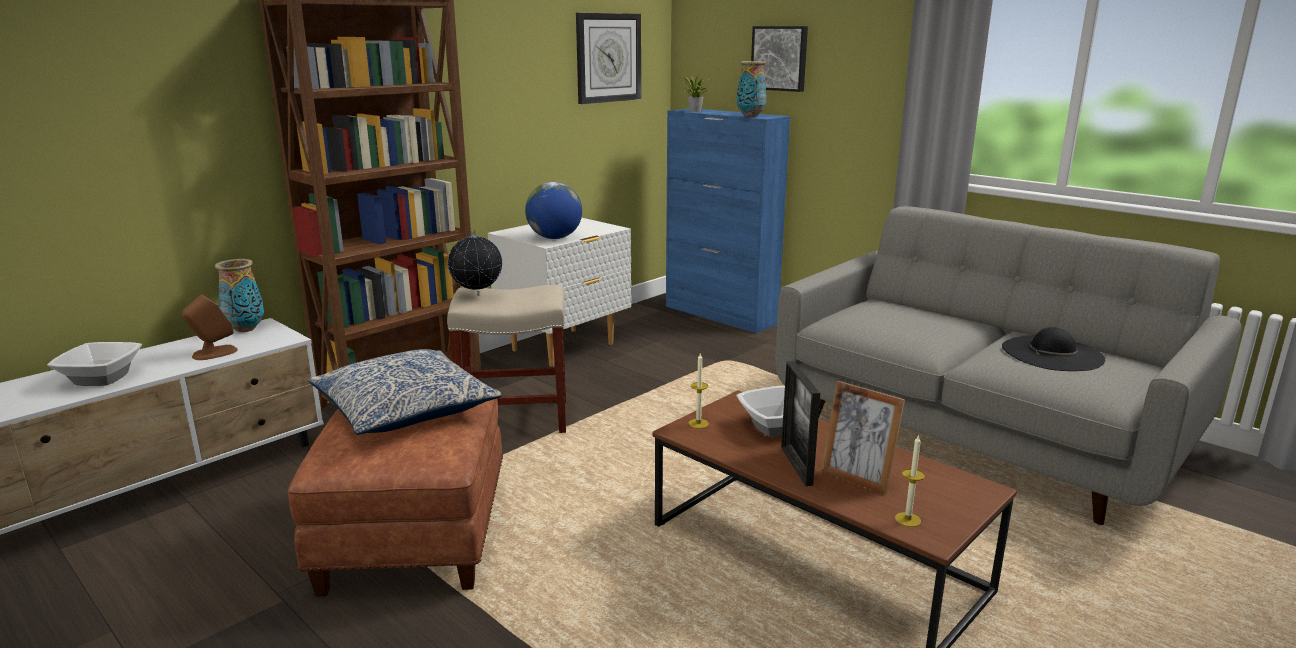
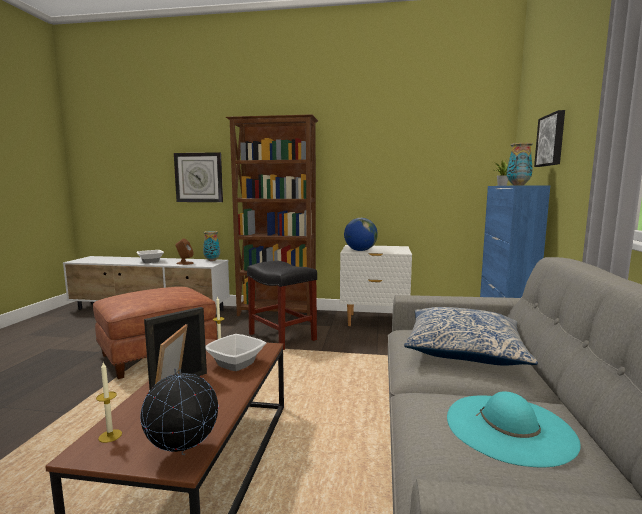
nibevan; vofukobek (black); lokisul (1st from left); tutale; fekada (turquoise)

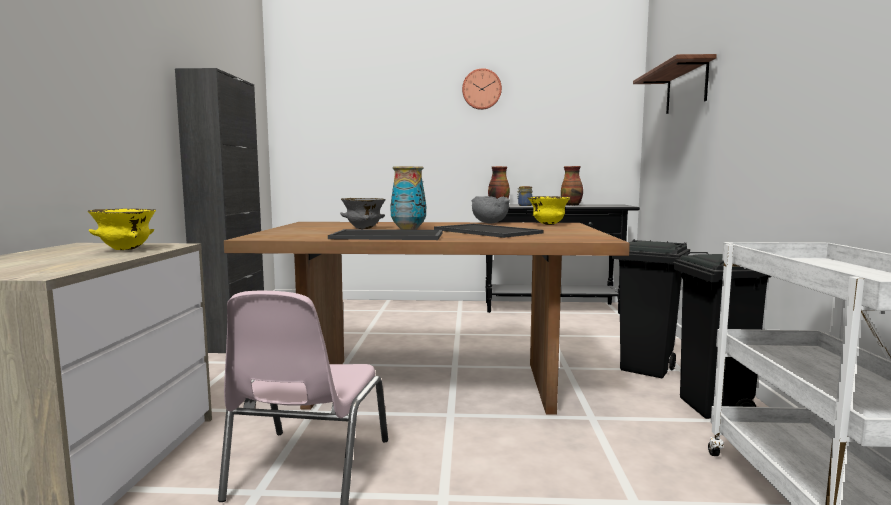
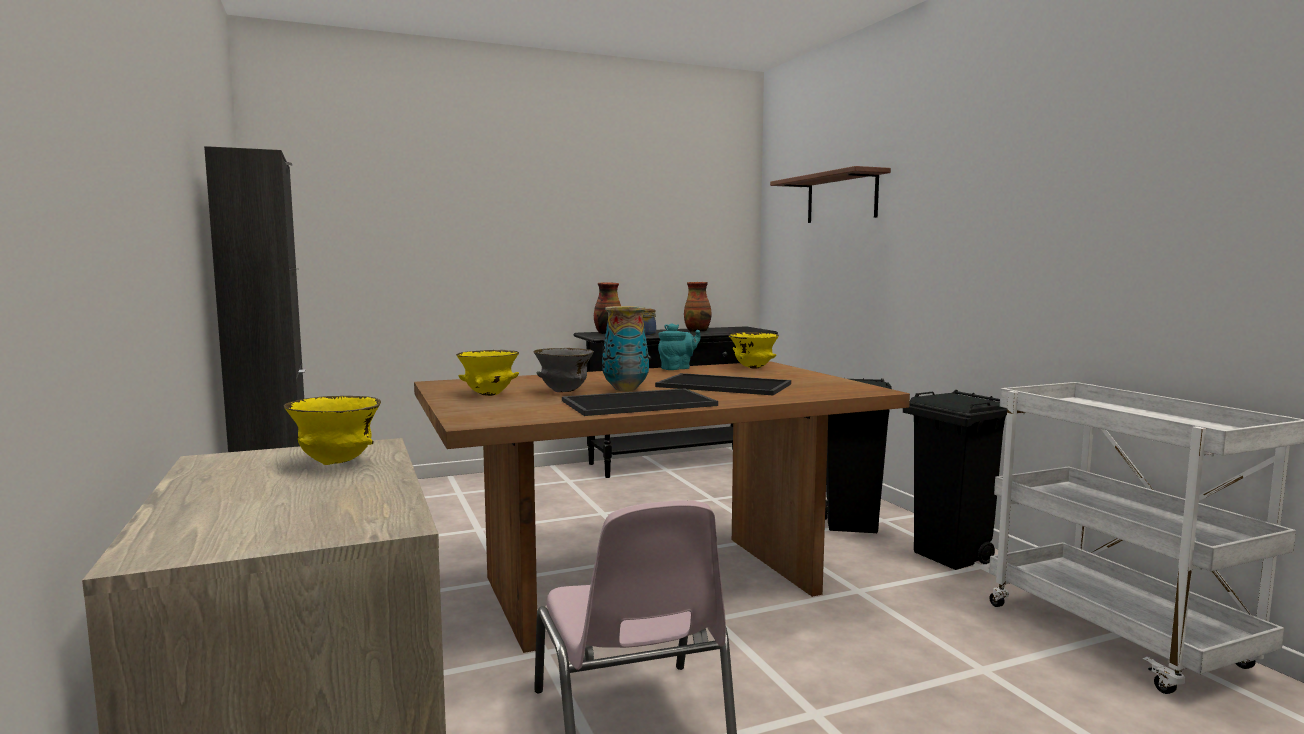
tutale; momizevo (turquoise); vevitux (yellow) (2nd from left)

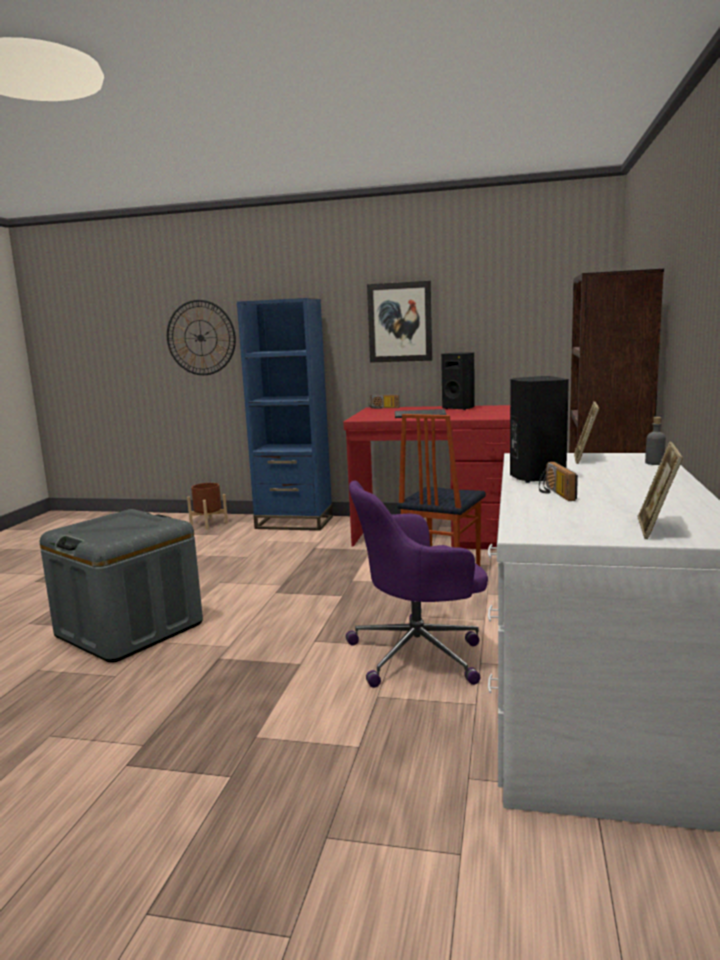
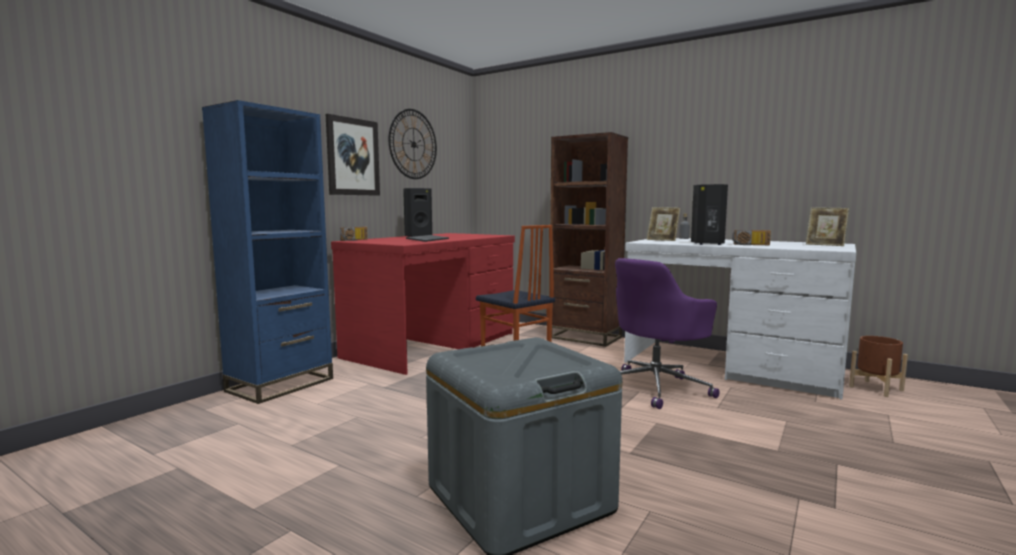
tutale; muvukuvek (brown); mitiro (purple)

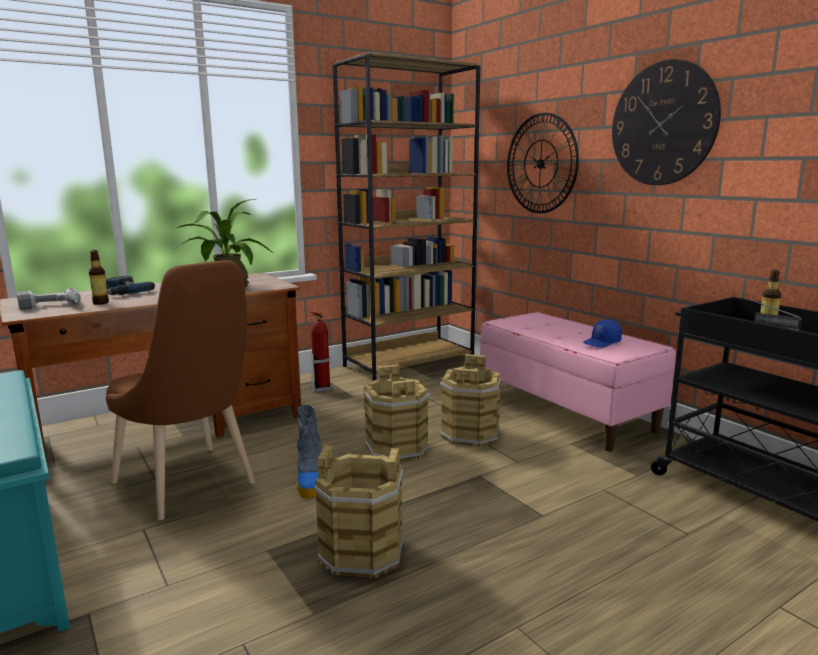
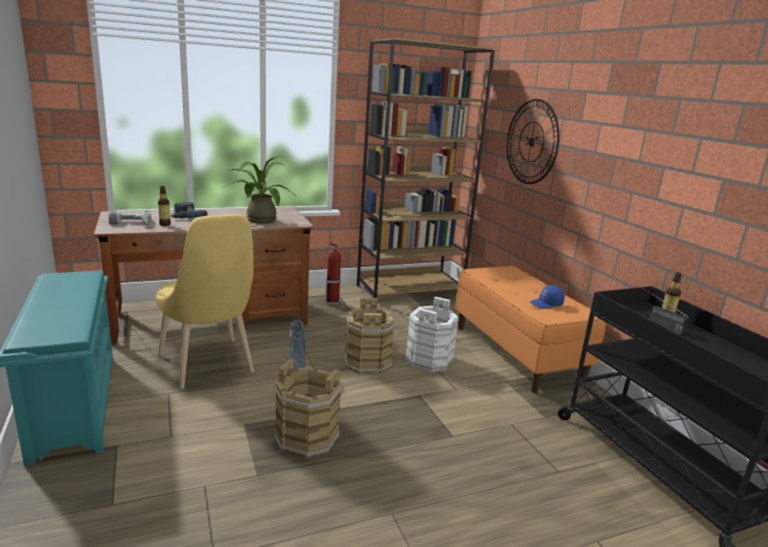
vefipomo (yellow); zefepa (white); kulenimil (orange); tutale (2nd from left in the first image)

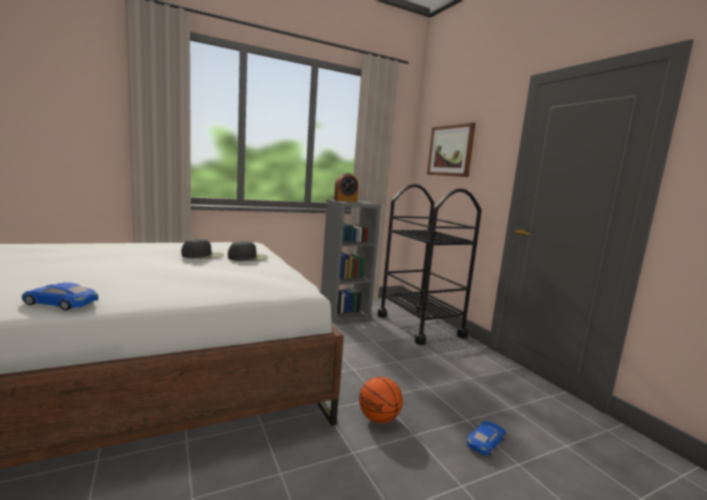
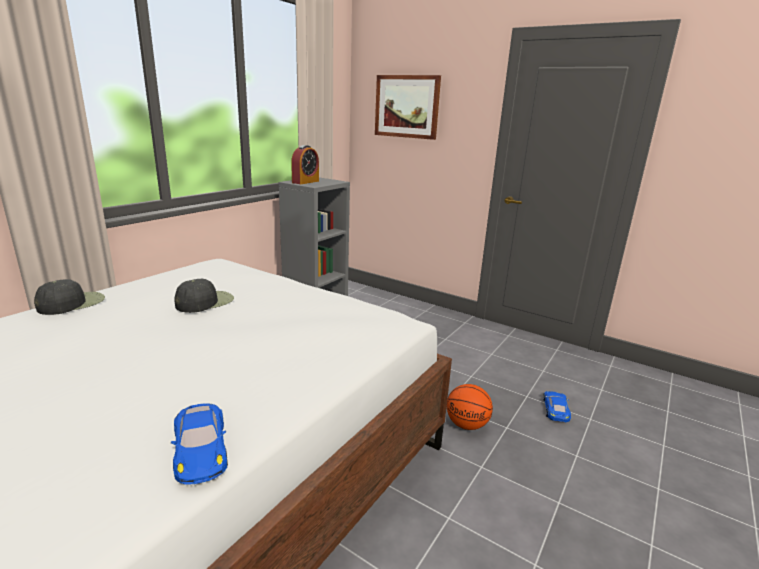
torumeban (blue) (1st from left); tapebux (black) (1st from left); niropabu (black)

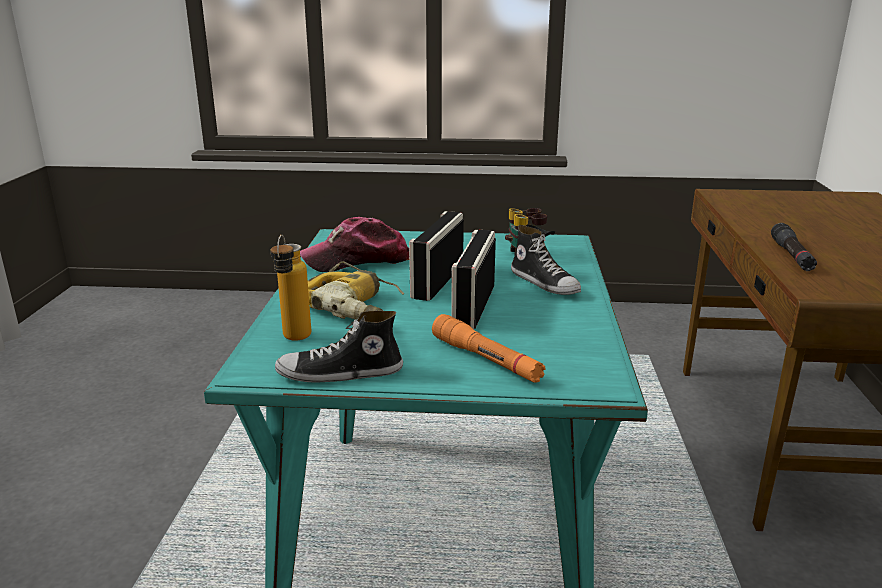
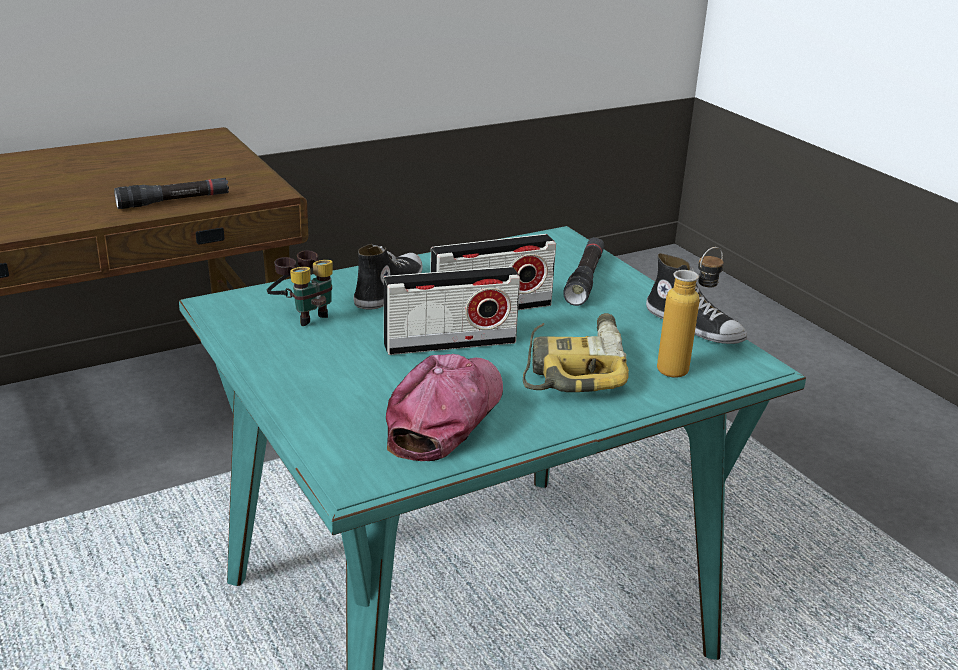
tapebux; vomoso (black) (2nd from left)

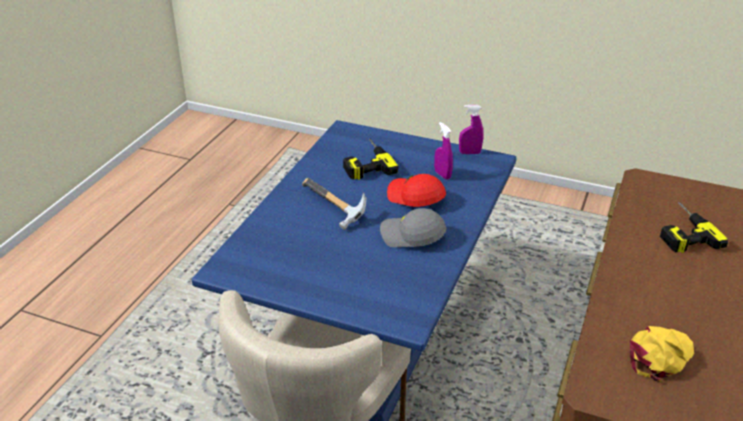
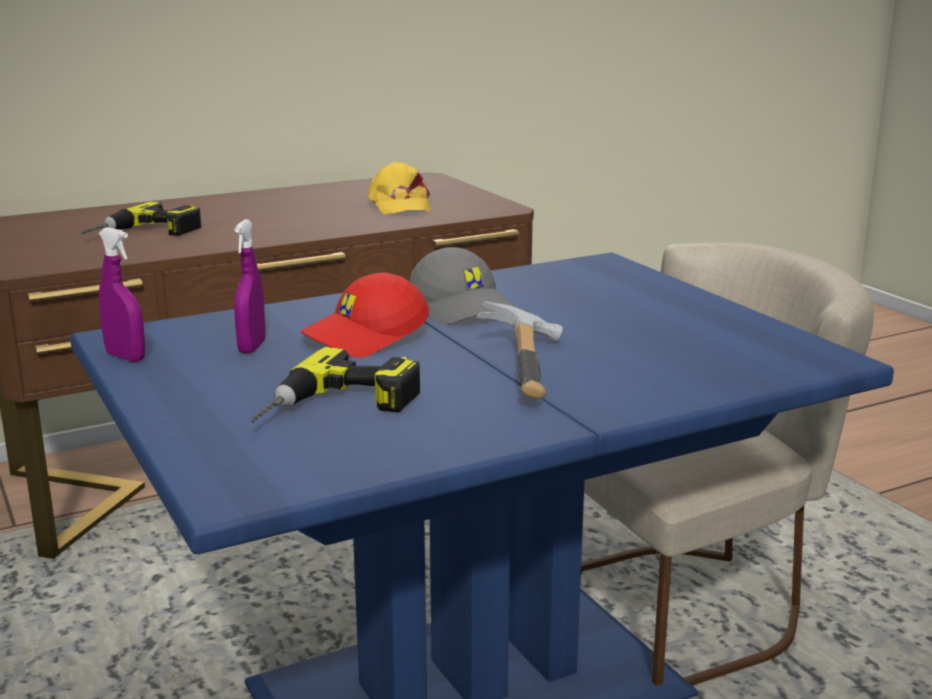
tapebux (red); tapebux (yellow)

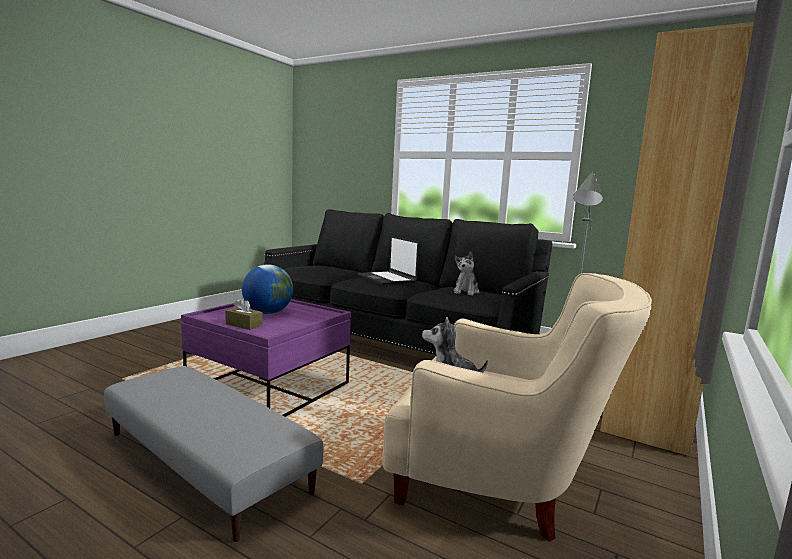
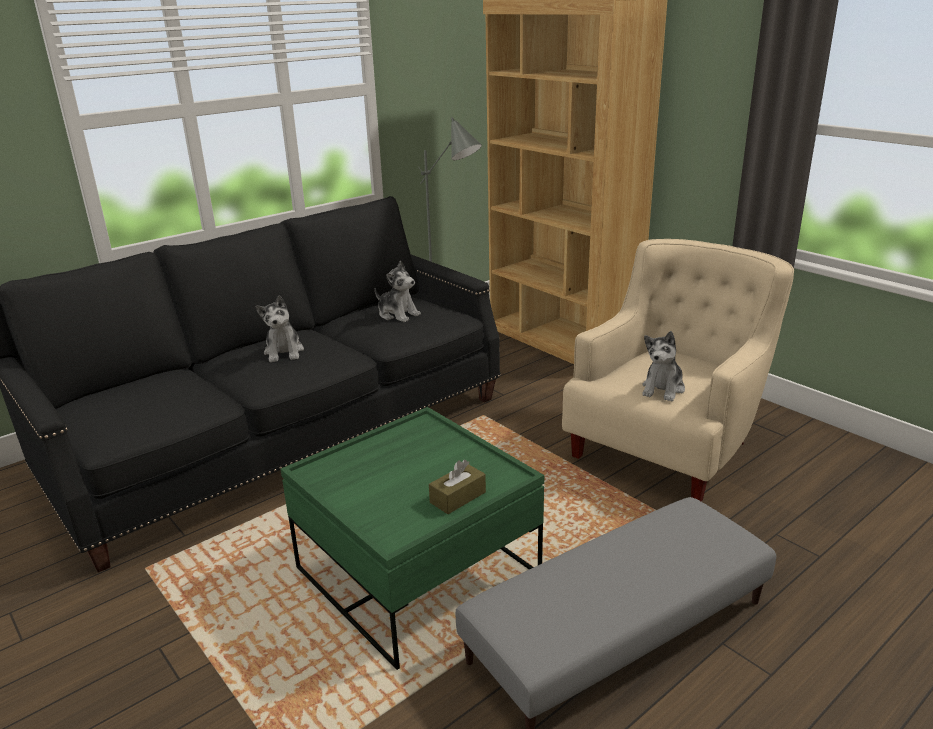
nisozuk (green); lokisul; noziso (1st from left)

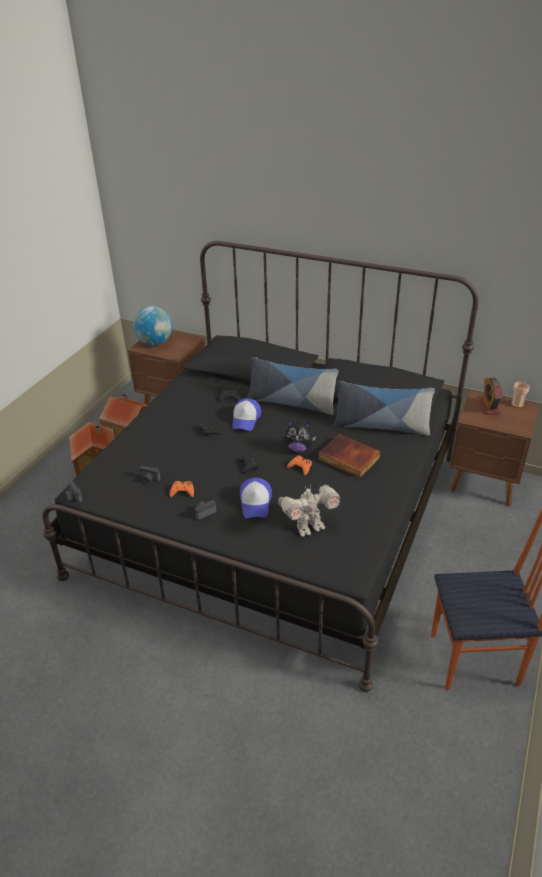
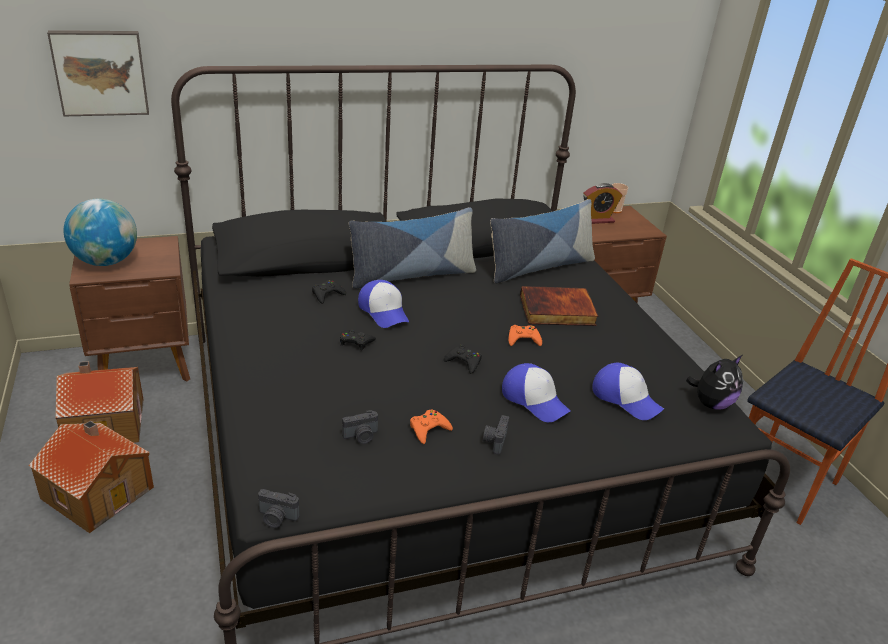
tapebux (3rd from left); noziso; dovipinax; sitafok

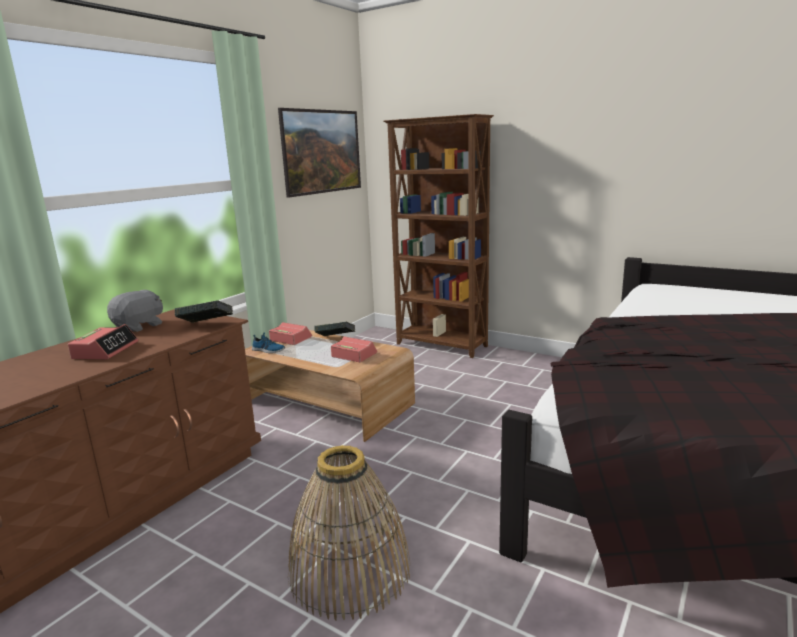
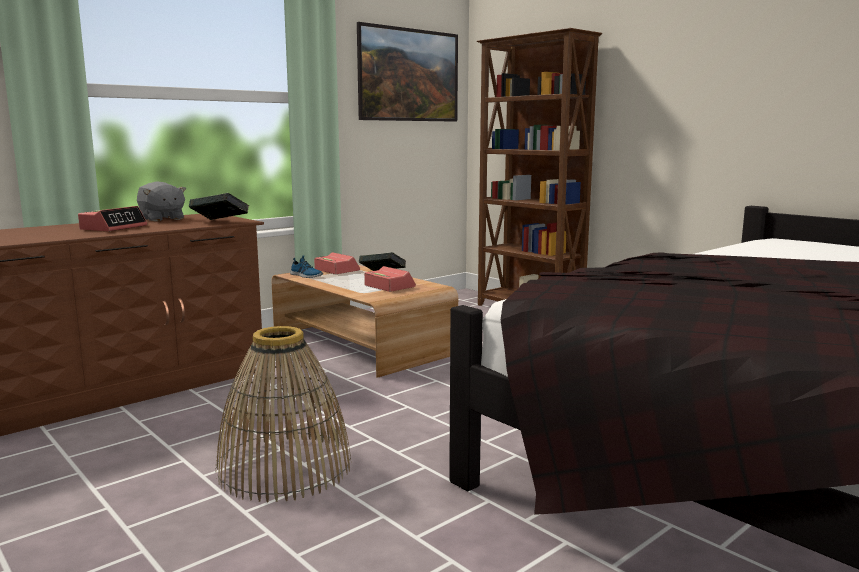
noziso (grey)

